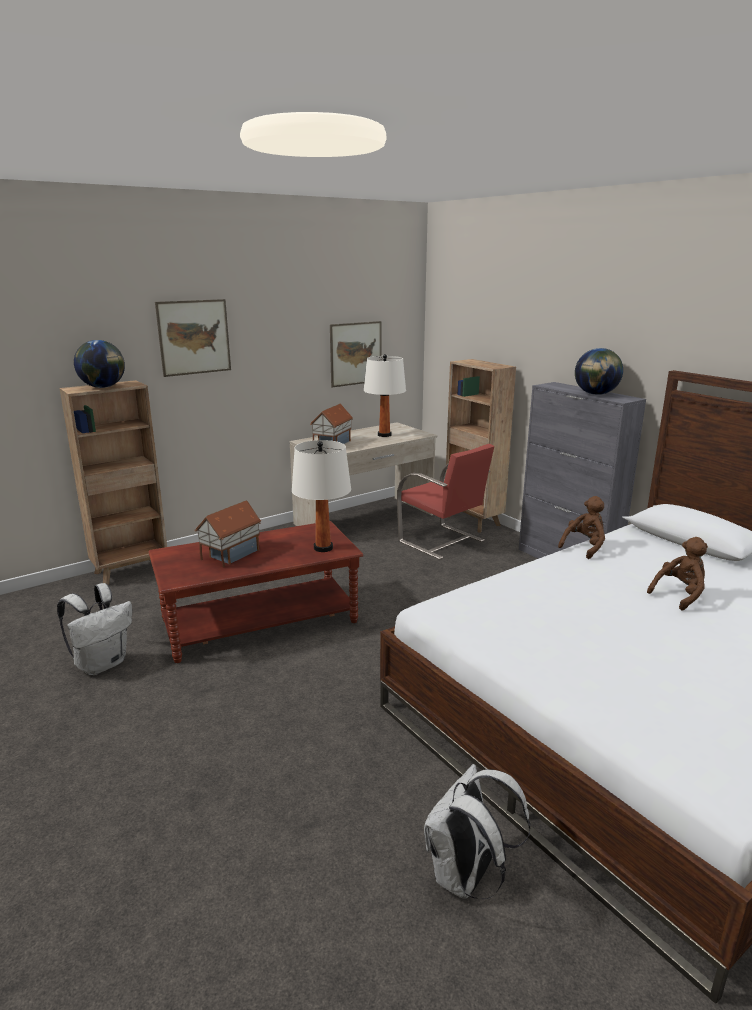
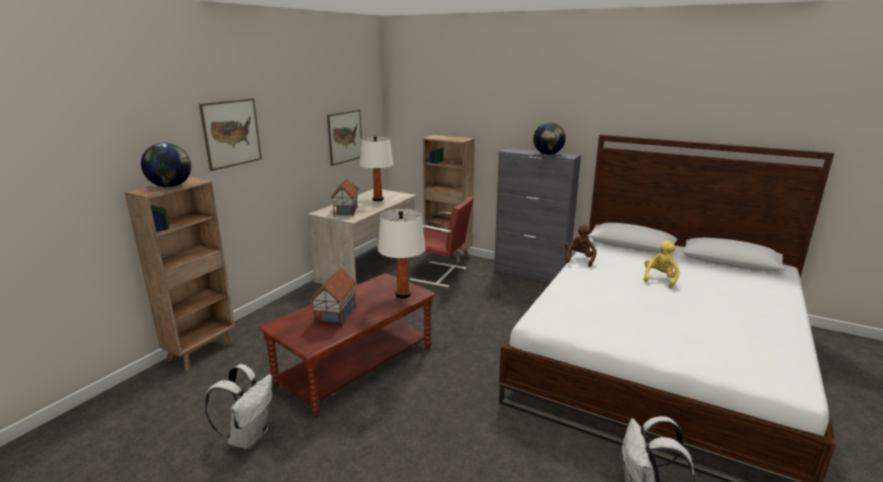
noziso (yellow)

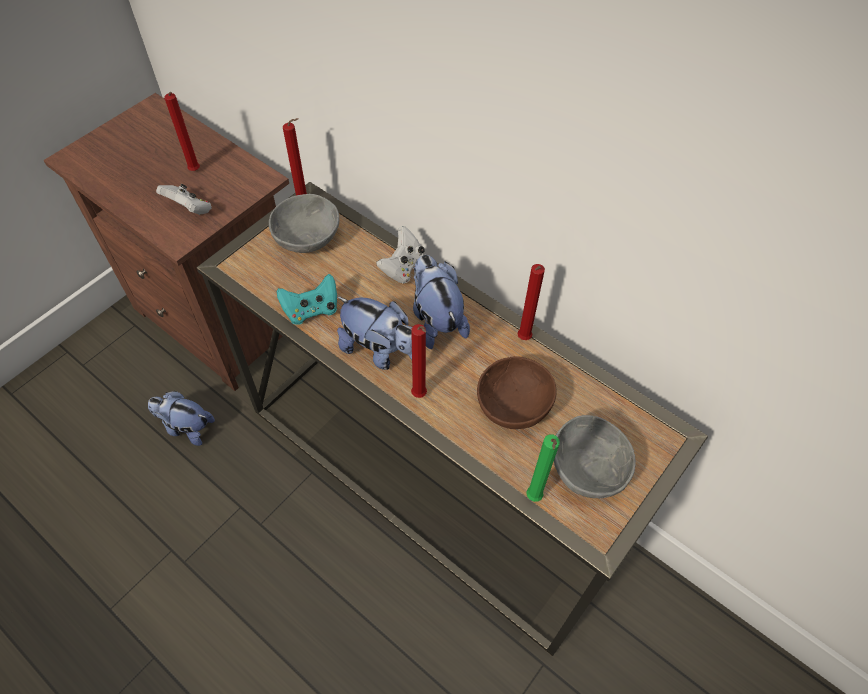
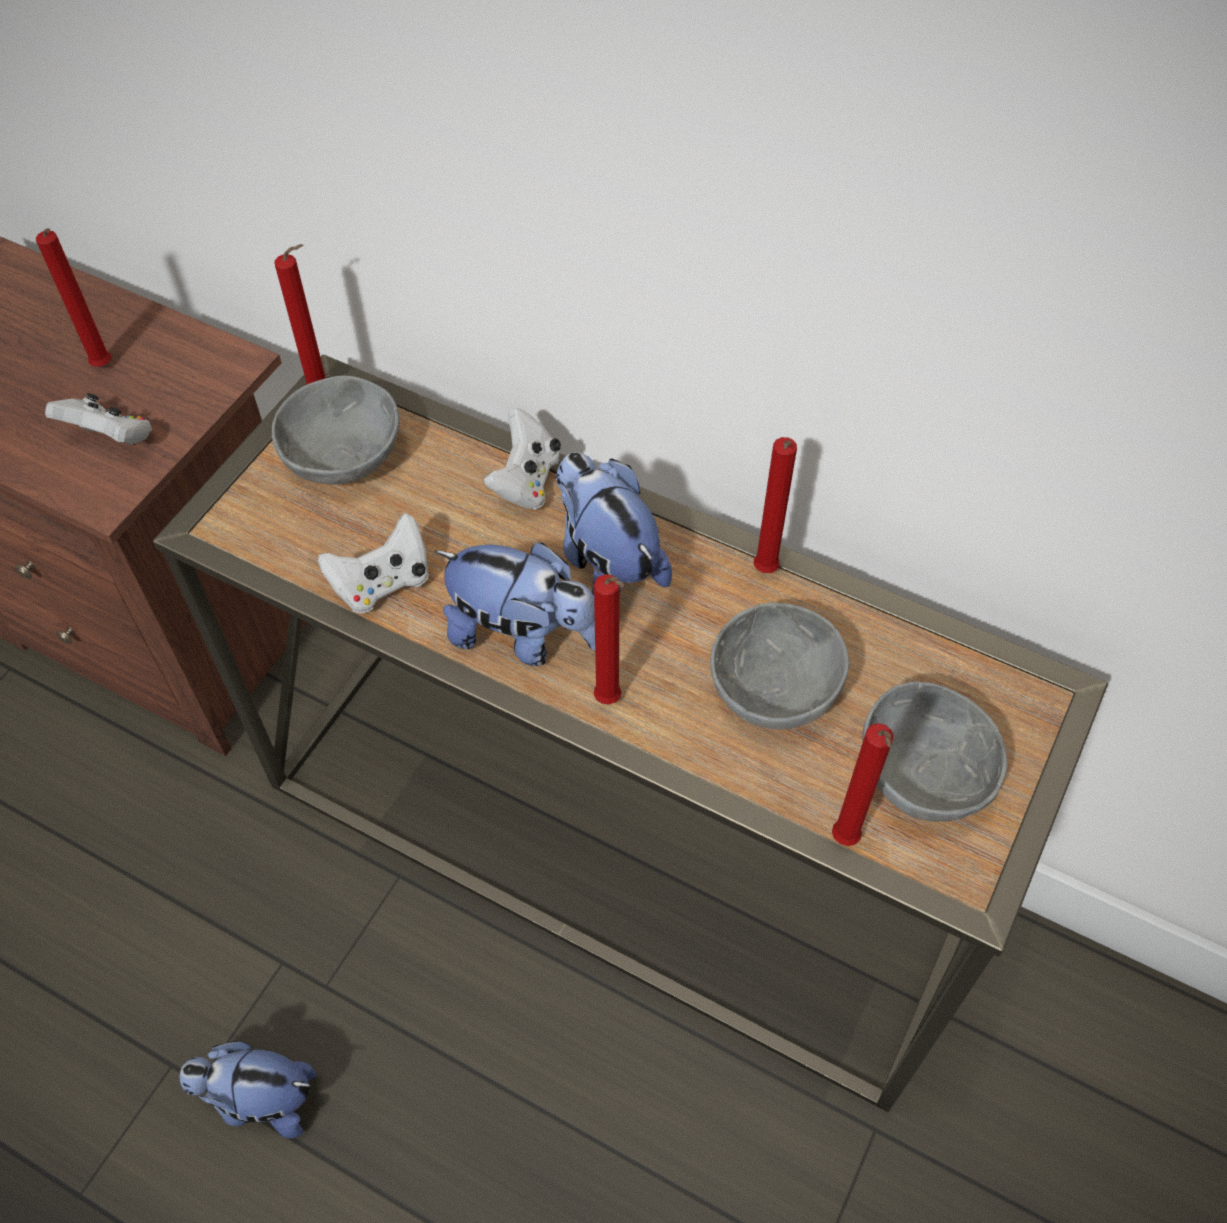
noziso (1st from left); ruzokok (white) (2nd from left); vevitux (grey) (2nd from left); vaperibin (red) (5th from left)

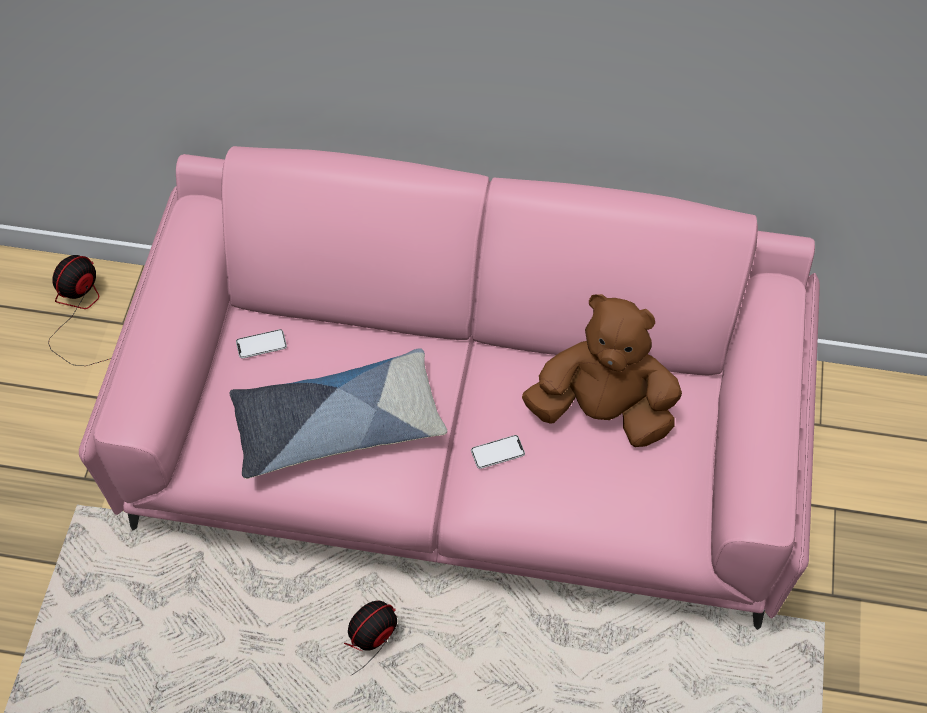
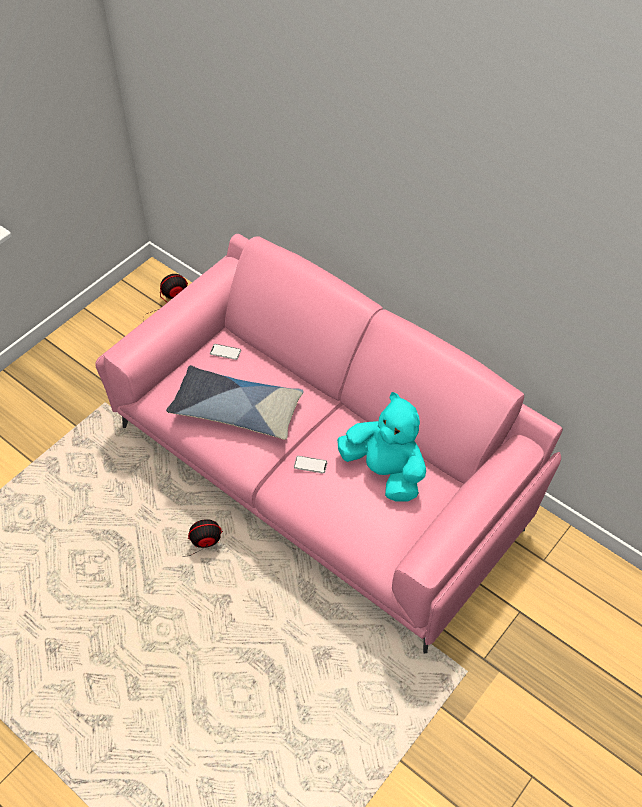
noziso (turquoise)

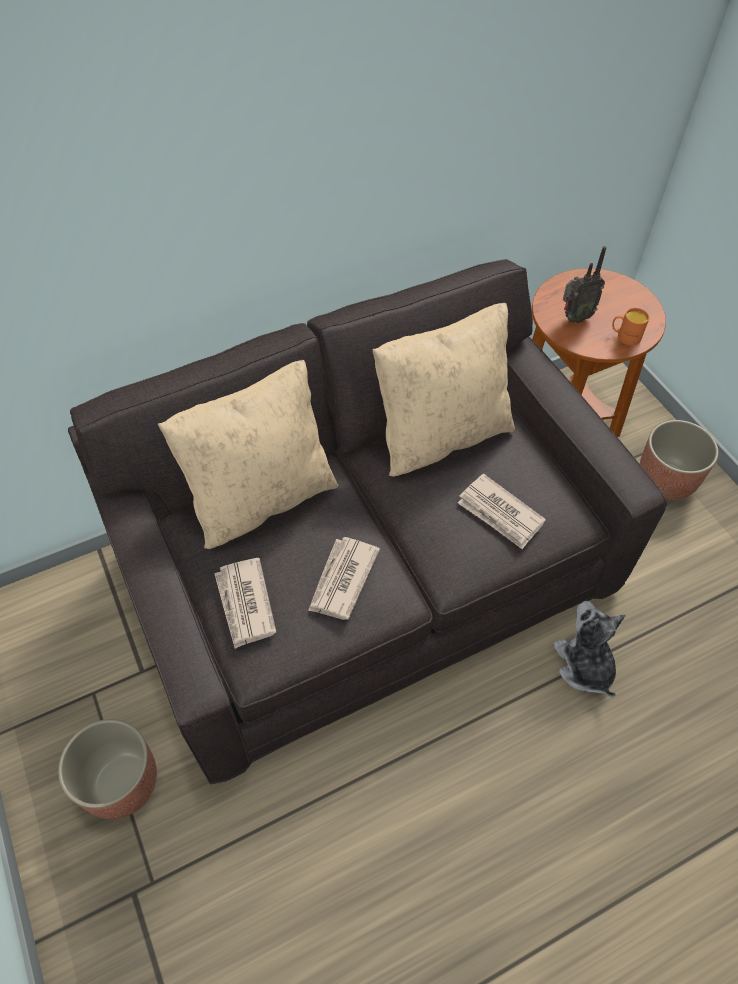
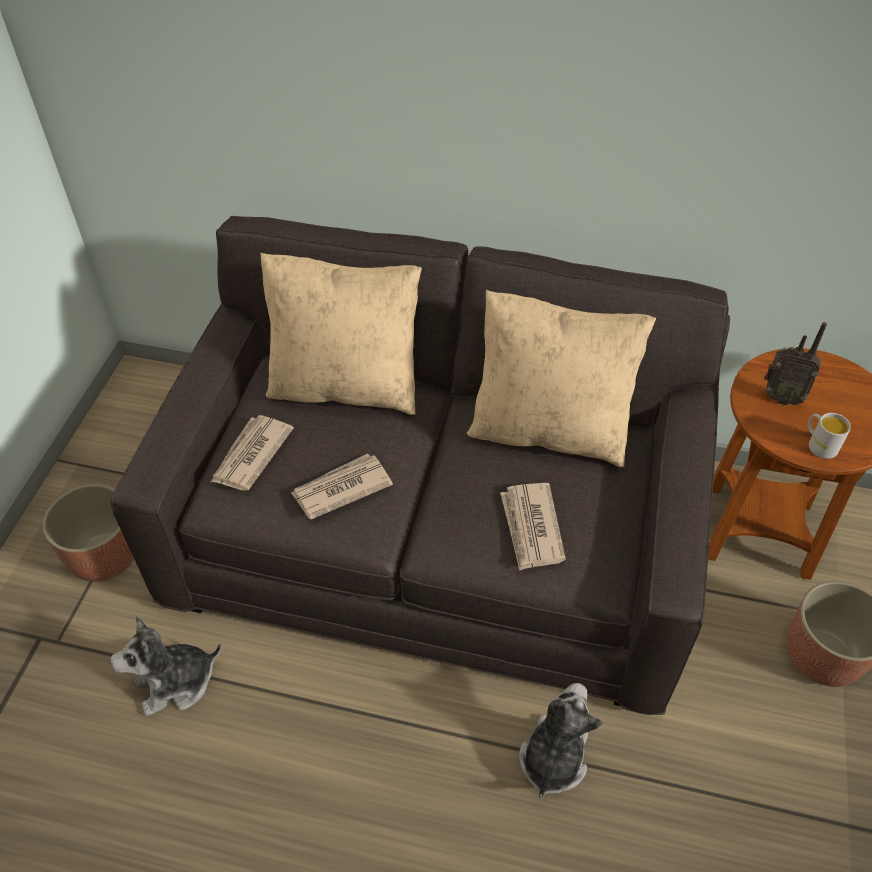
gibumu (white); noziso (1st from left)

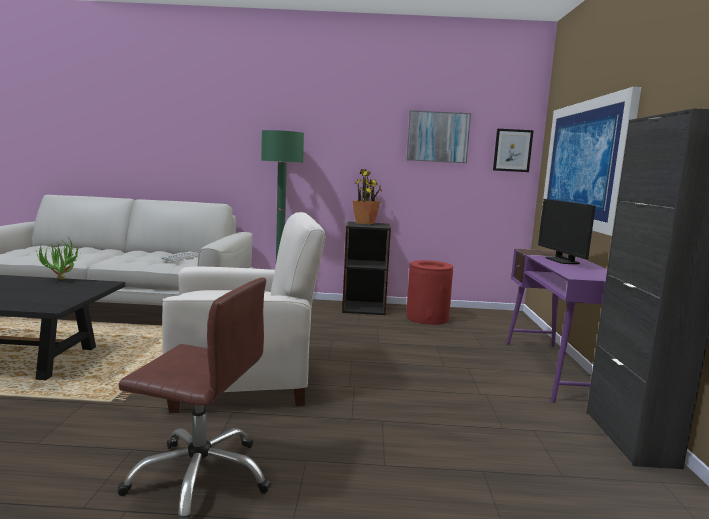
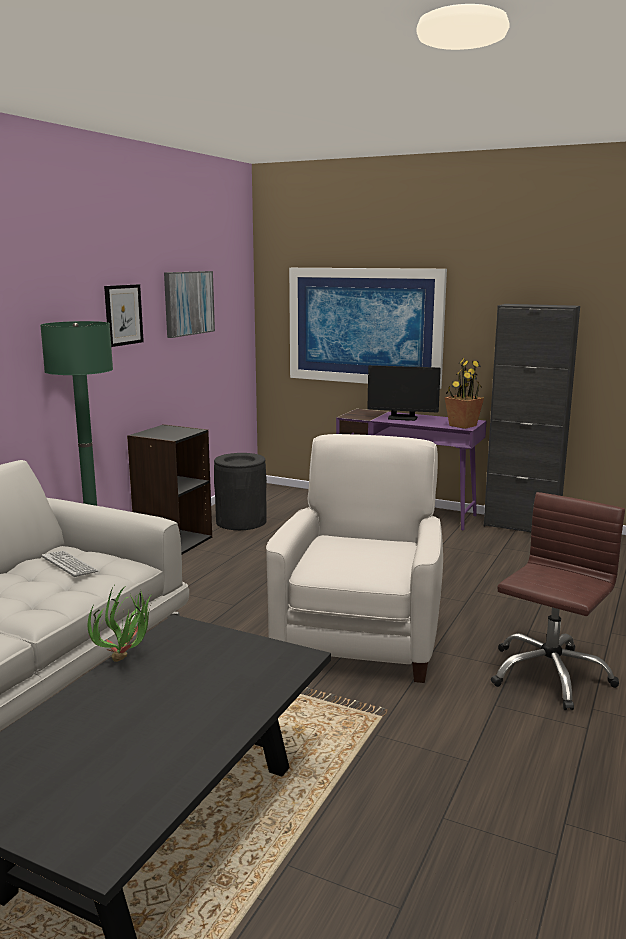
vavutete (2nd from left); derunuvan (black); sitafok (1st from left)

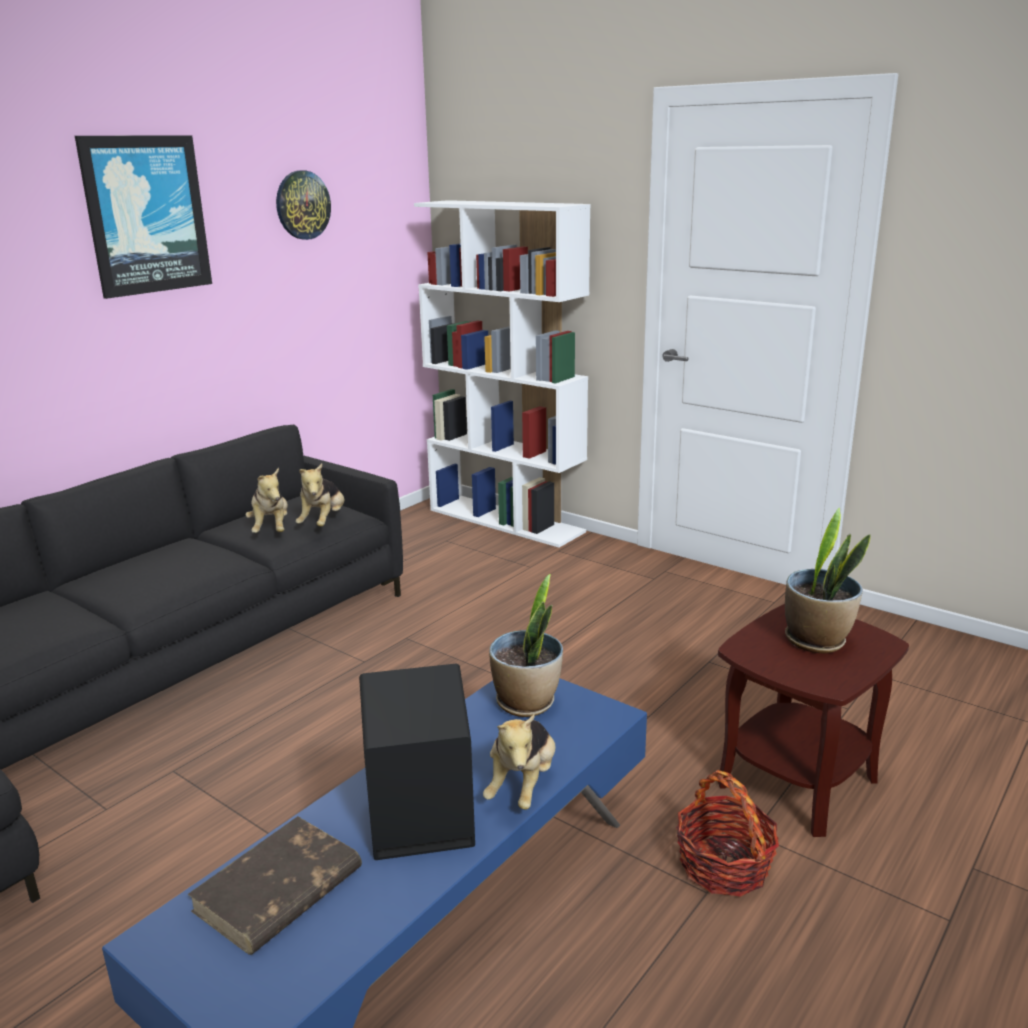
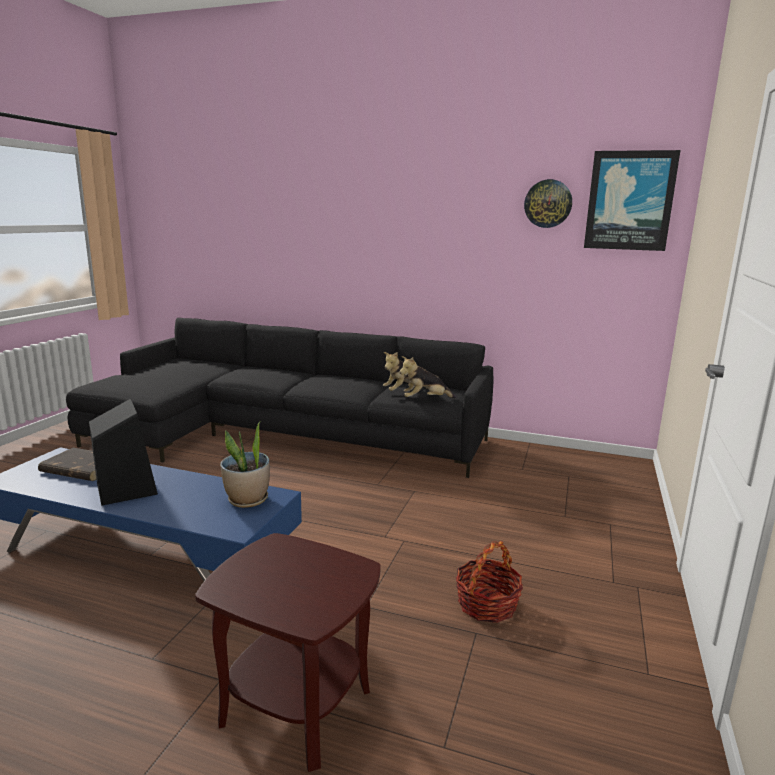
sitafok; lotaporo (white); noziso (3rd from left in the first image); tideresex; vavutete (2nd from left in the first image)

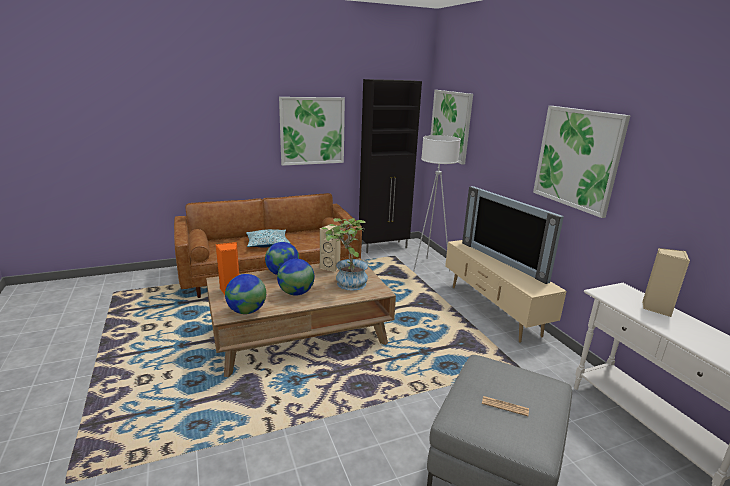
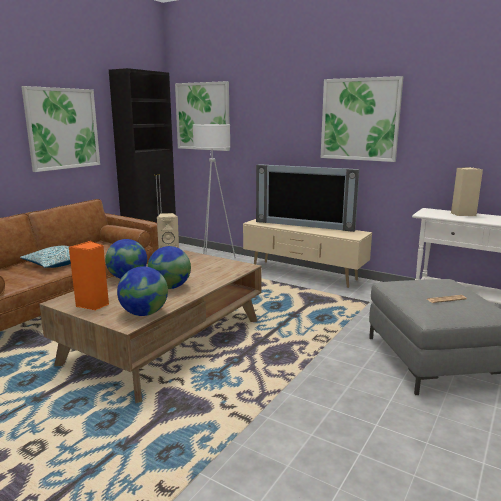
vavutete

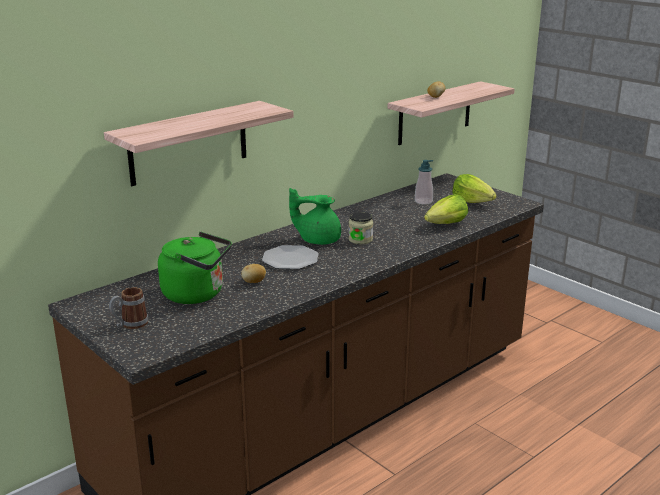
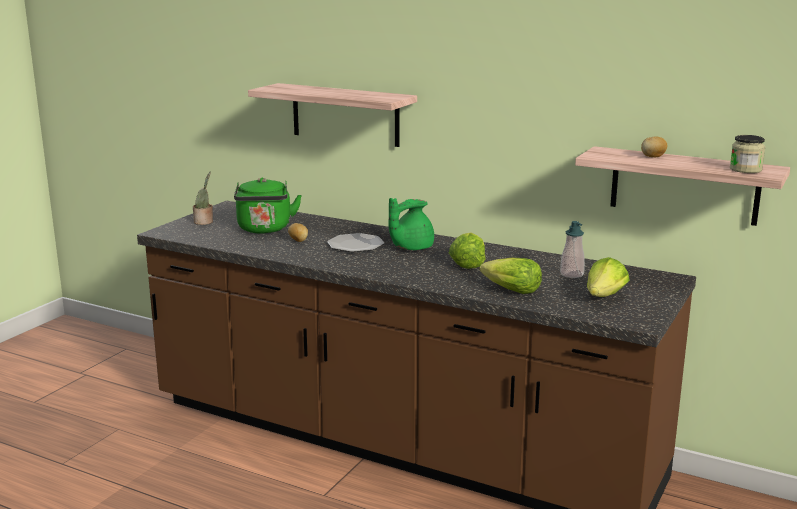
vavutete; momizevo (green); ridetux; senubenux (1st from left)

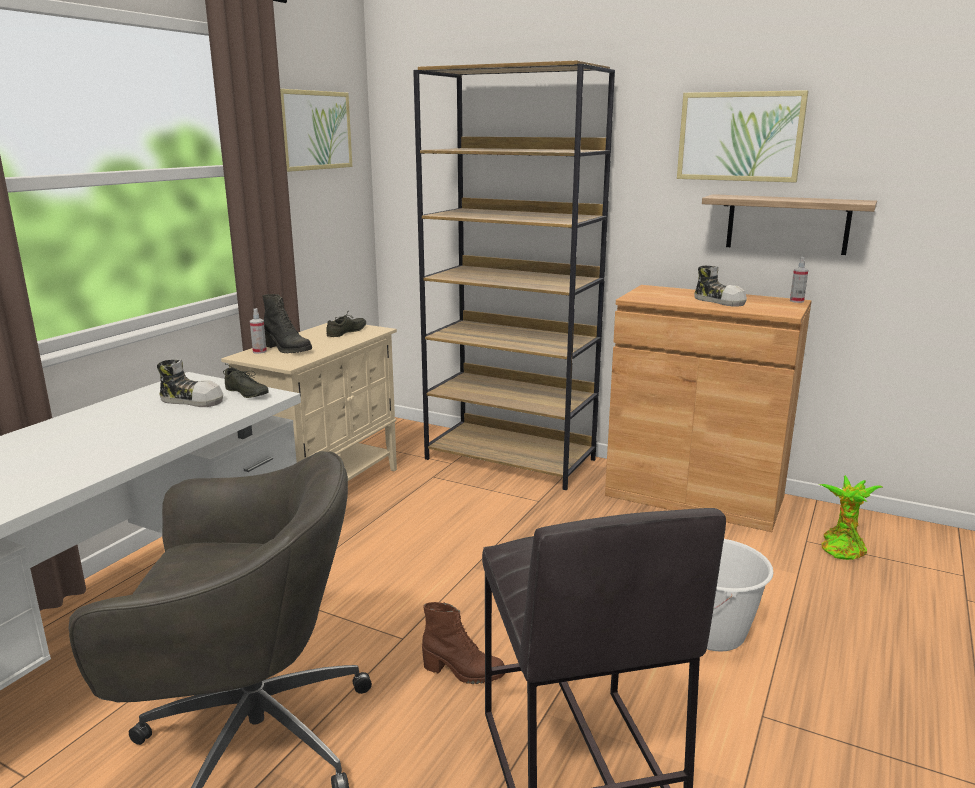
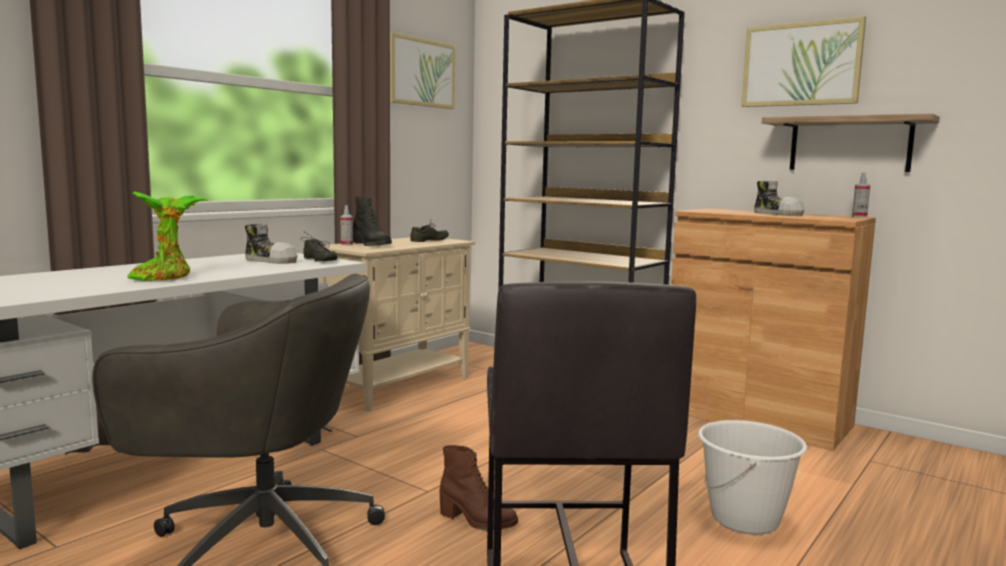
vavutete

